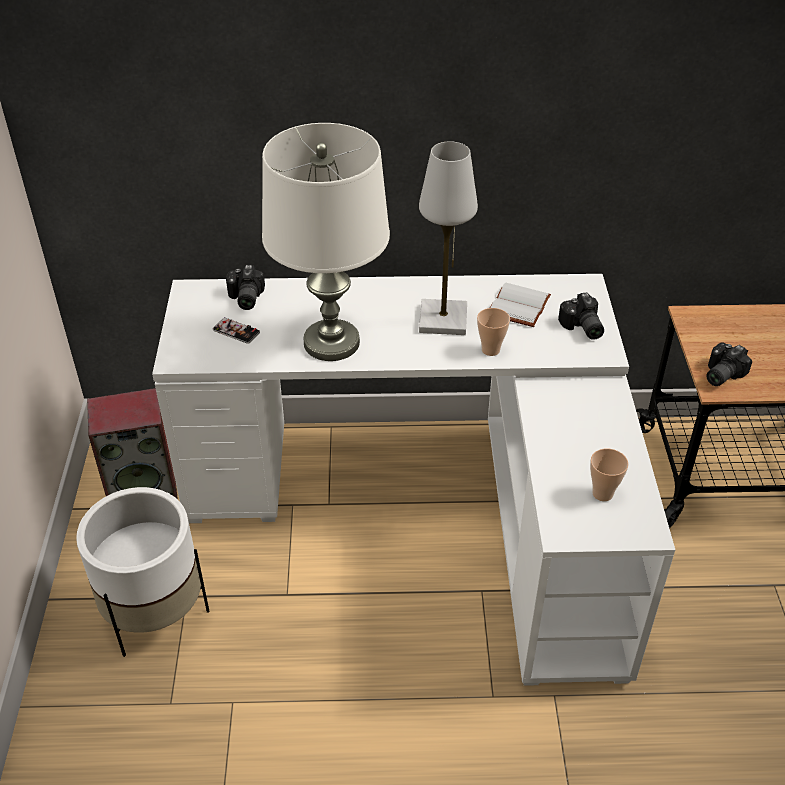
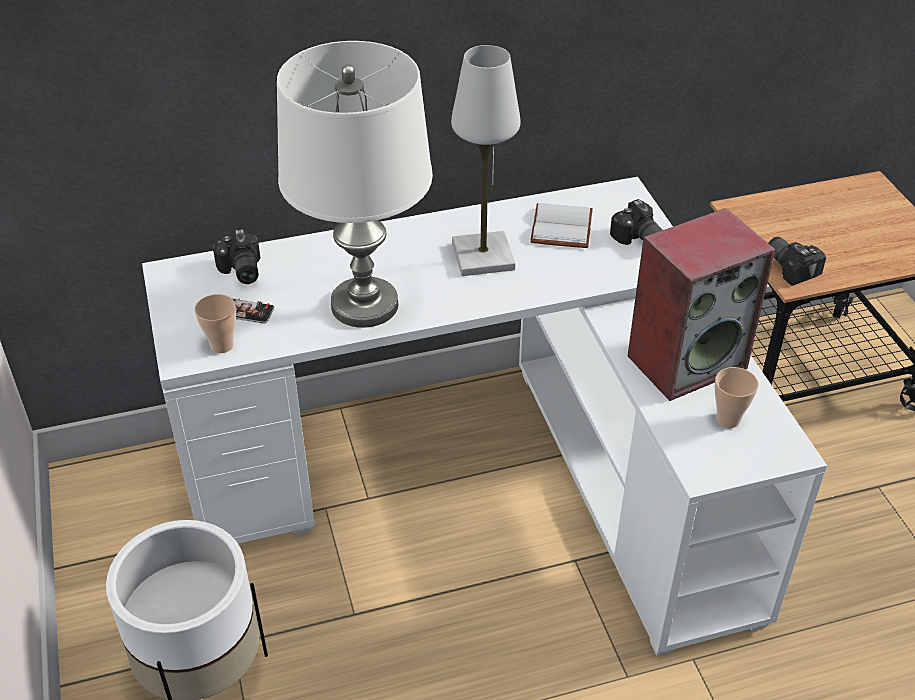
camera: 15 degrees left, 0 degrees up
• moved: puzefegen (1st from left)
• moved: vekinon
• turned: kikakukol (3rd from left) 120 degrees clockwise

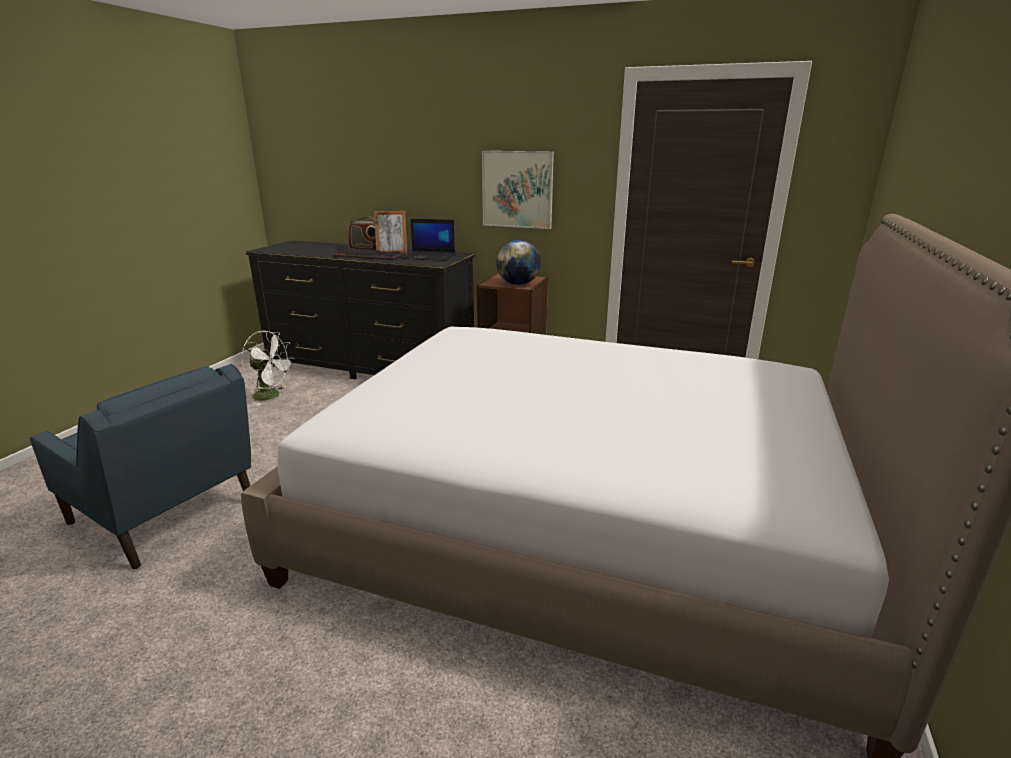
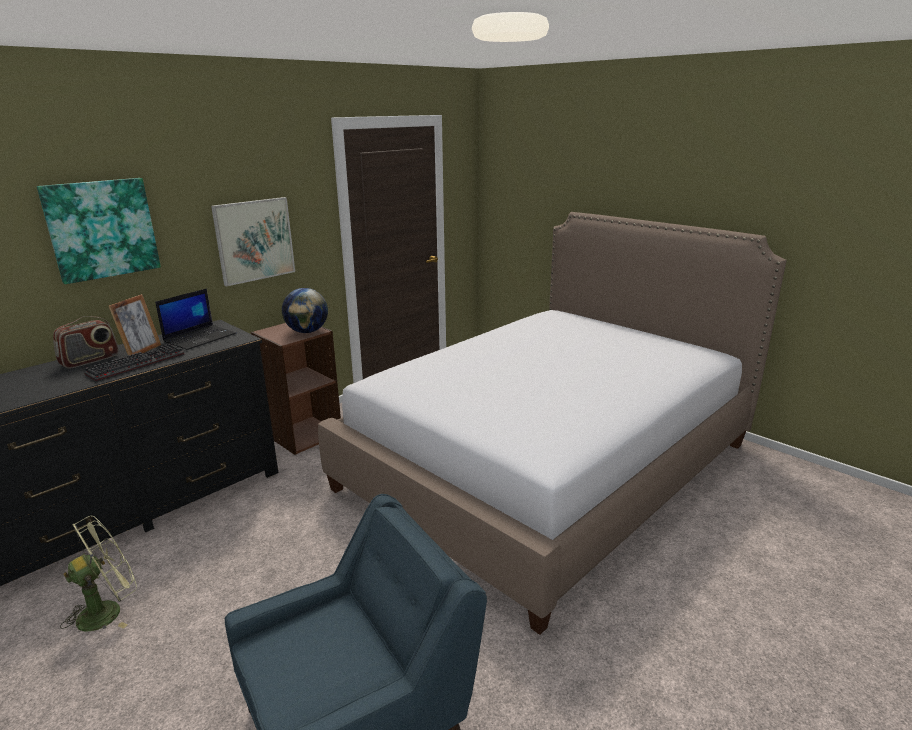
camera: 65 degrees left, 0 degrees up
• added: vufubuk (1st from left)
• recoloured: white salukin to green salukin

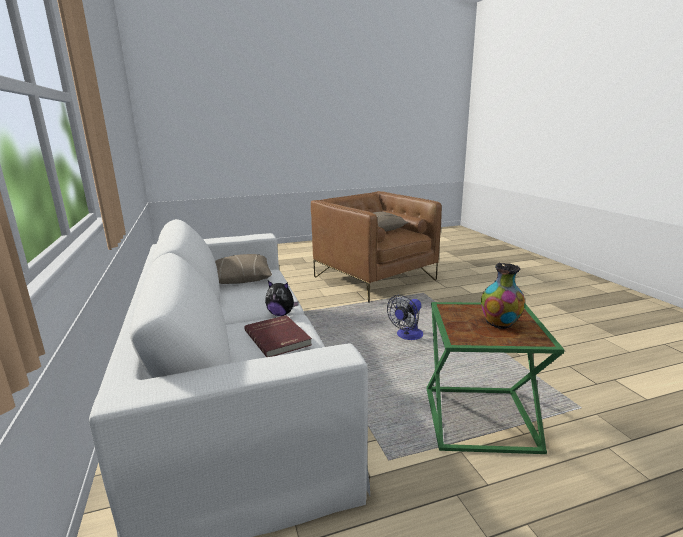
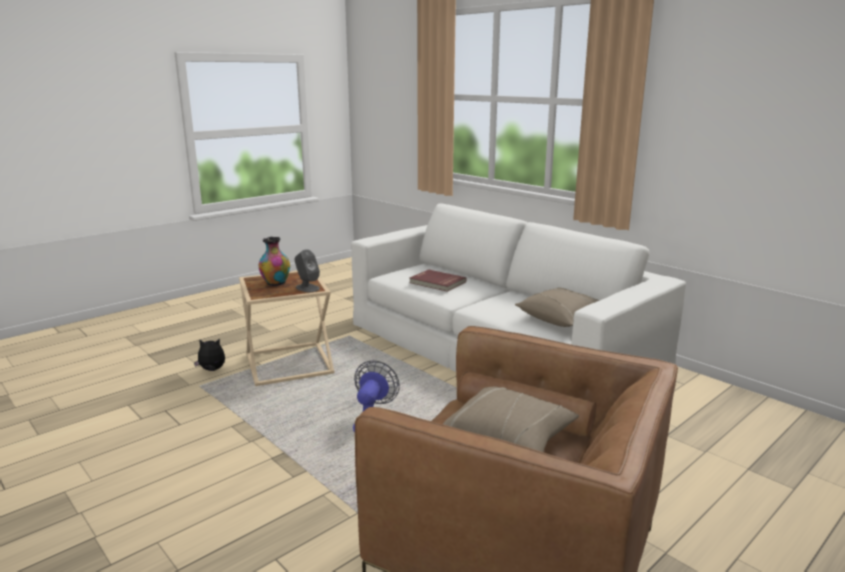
camera: 155 degrees right, 0 degrees up
• moved: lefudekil
• recoloured: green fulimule to beige fulimule
• added: grey vekinon

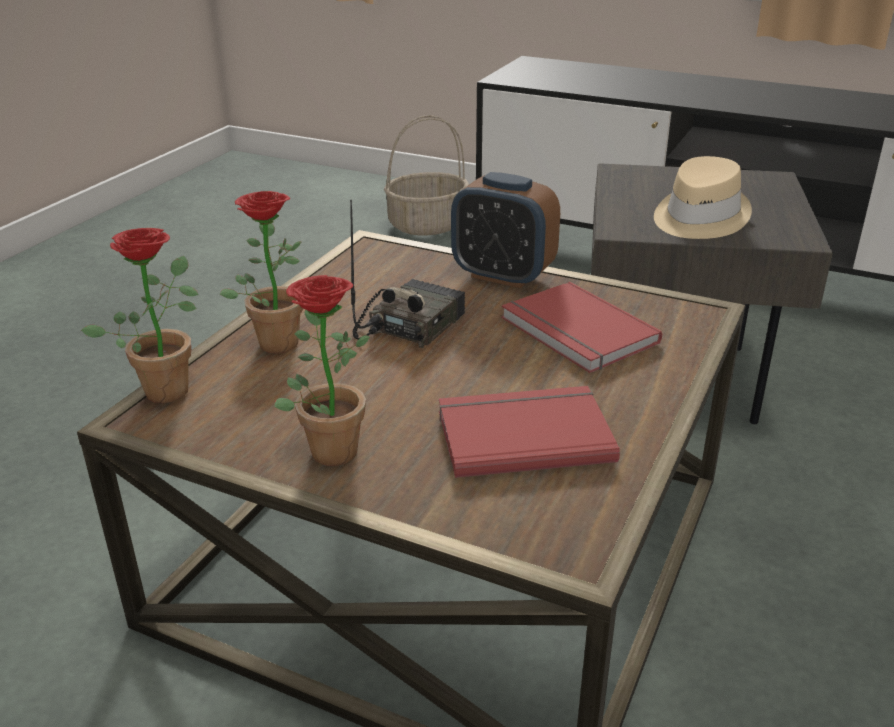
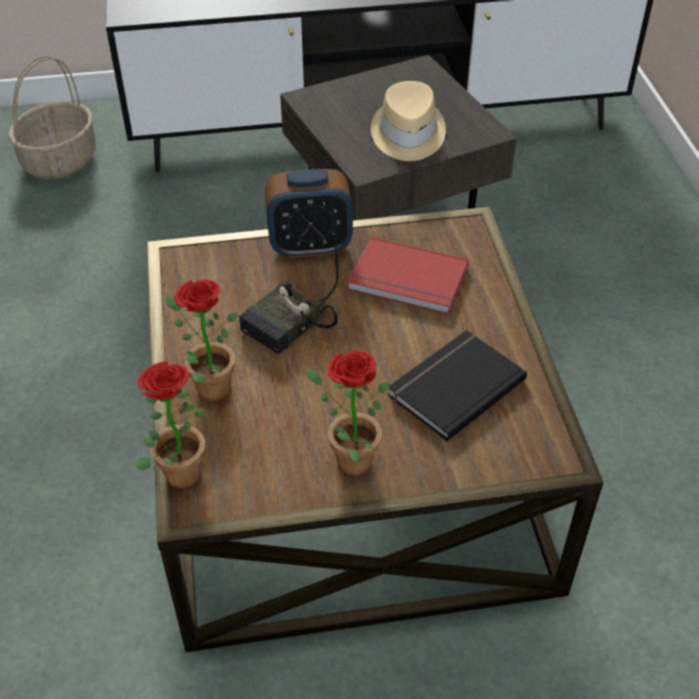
camera: 35 degrees left, 15 degrees up
• turned: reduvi 135 degrees counterclockwise
• recoloured: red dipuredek (1st from left) to black dipuredek

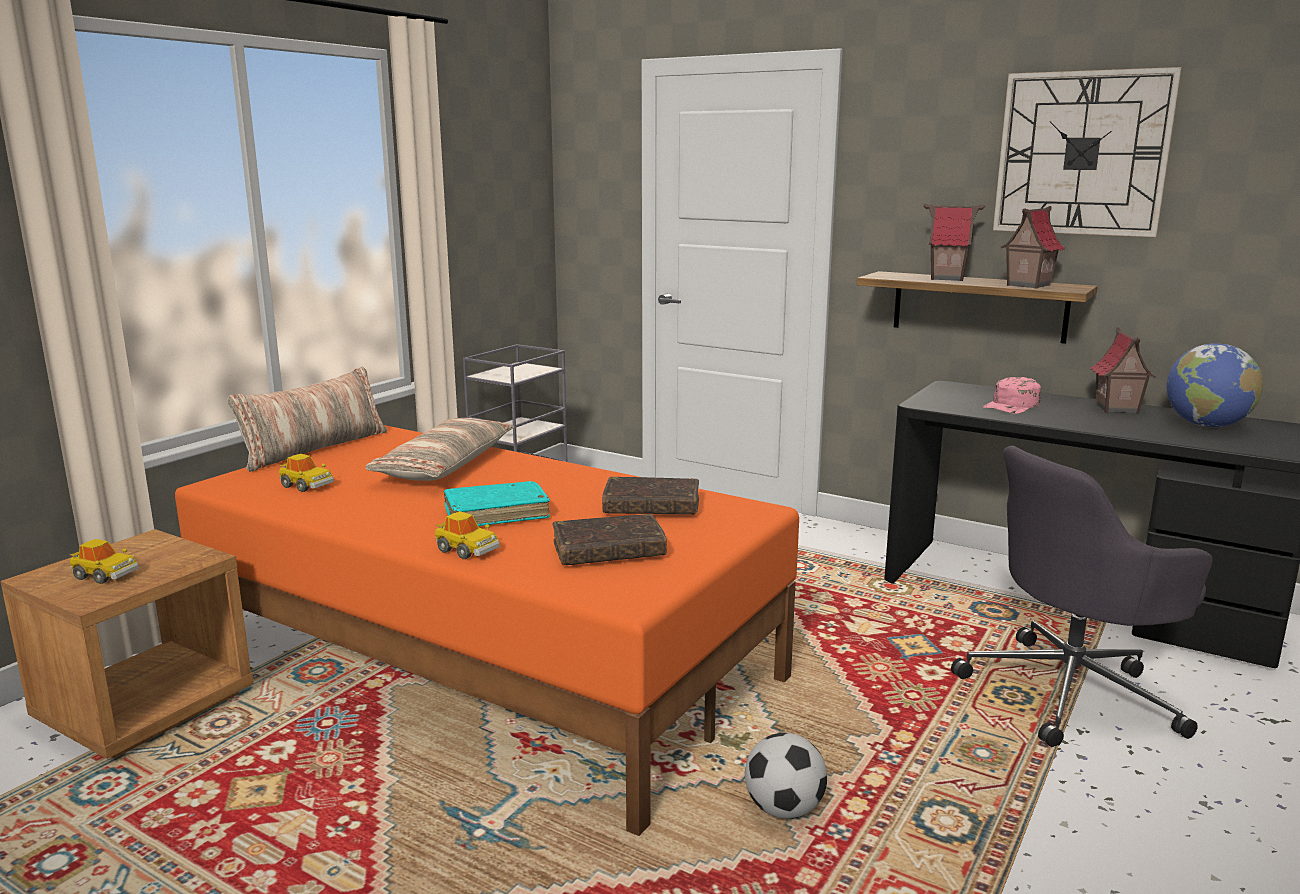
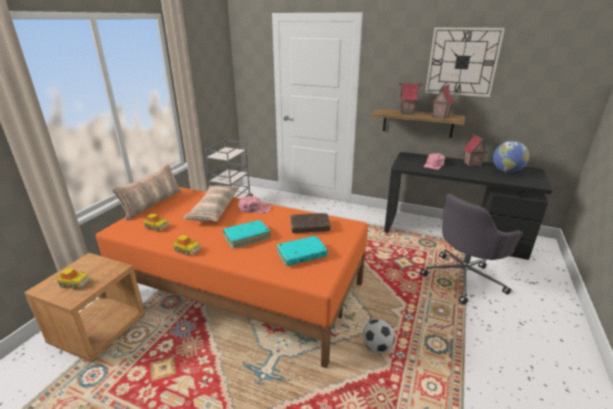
camera: 10 degrees left, 10 degrees up
• moved: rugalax (3rd from left)
• added: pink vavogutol (1st from left)
• recoloured: brown dipuredek (1st from left) to turquoise dipuredek (2nd from left)

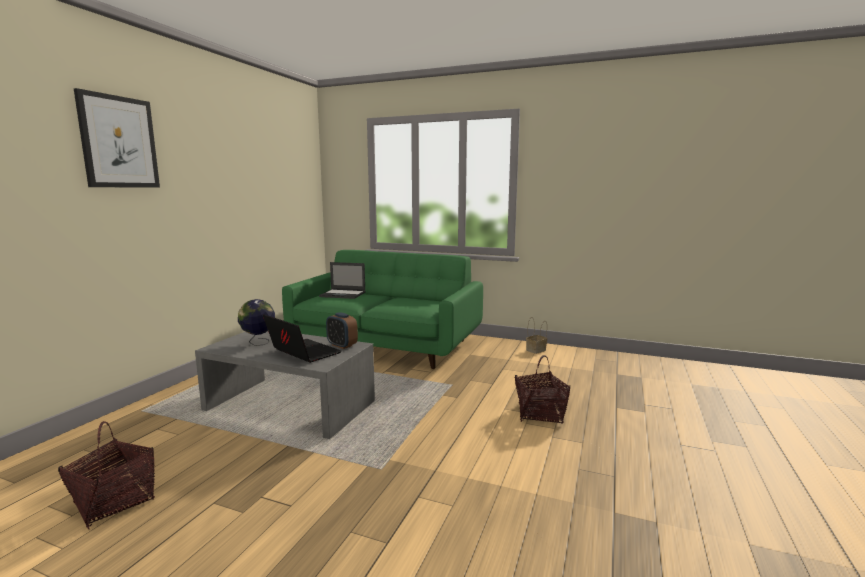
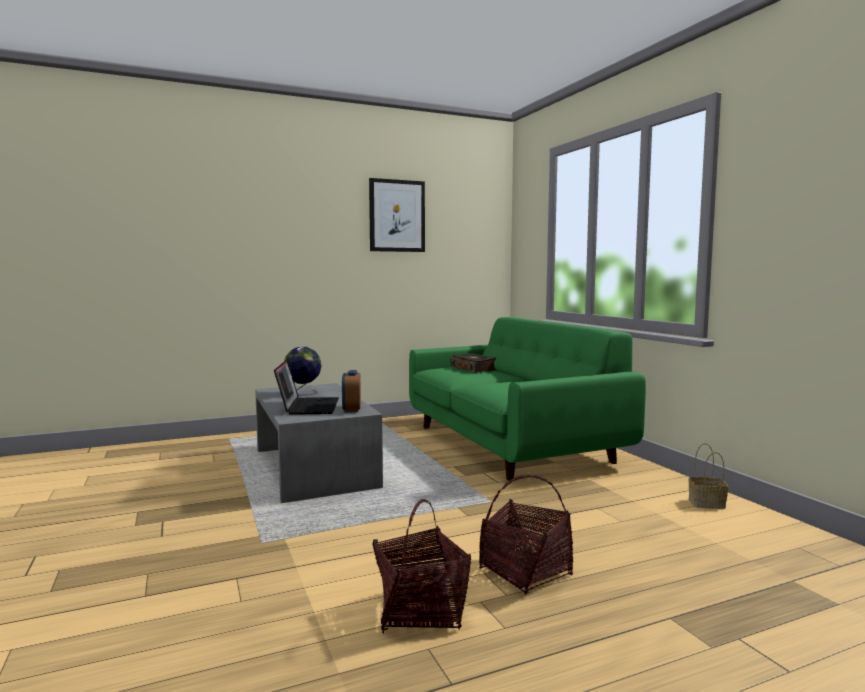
camera: 45 degrees right, 5 degrees down
• moved: vufubuk
• moved: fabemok (1st from left)
• replaced: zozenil (2nd from left) to dipuredek

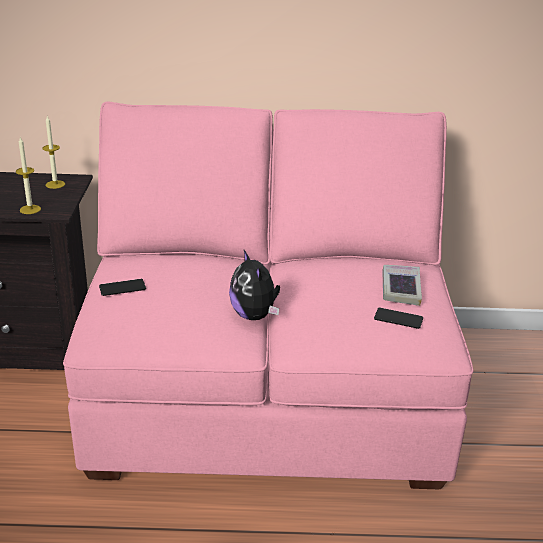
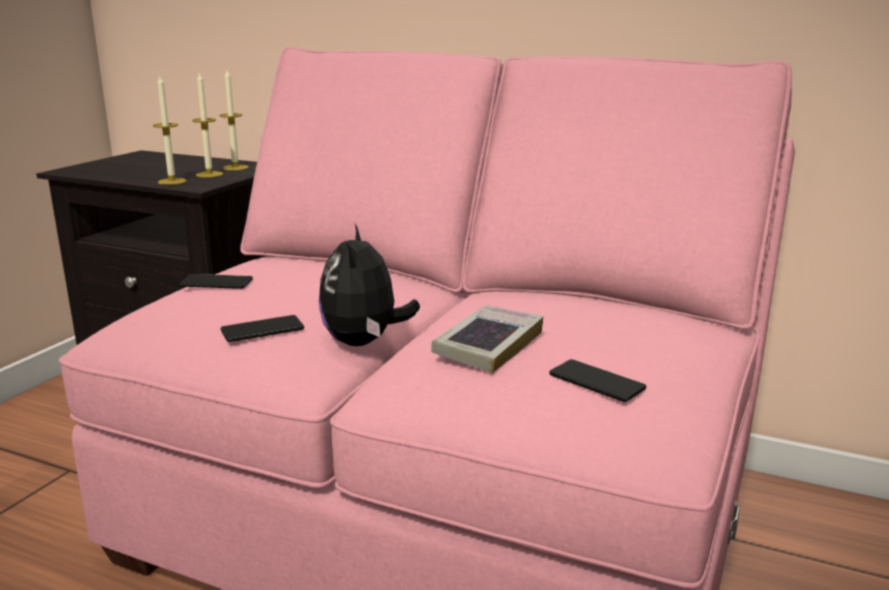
camera: 25 degrees right, 10 degrees down
• added: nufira (2nd from left)
• added: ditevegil (2nd from left)
• moved: dipuredek

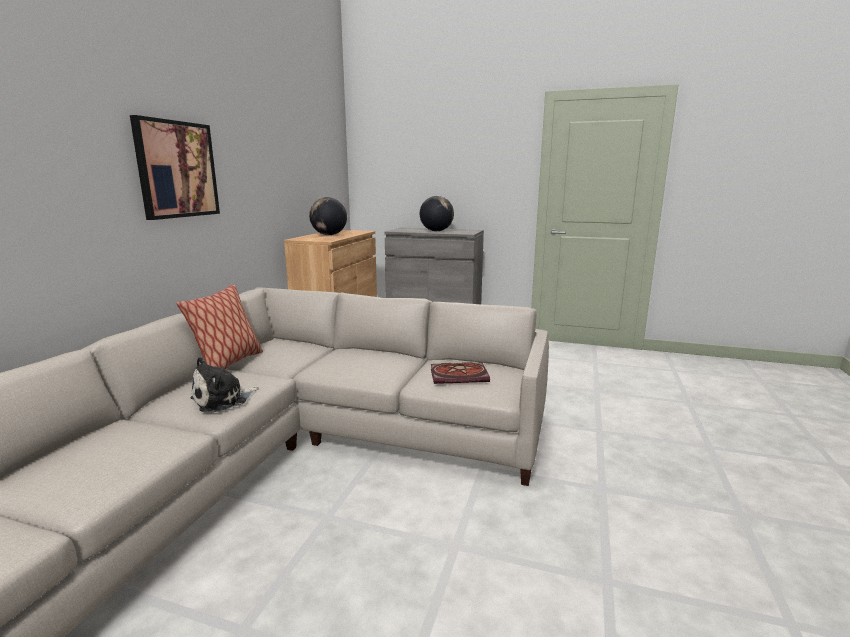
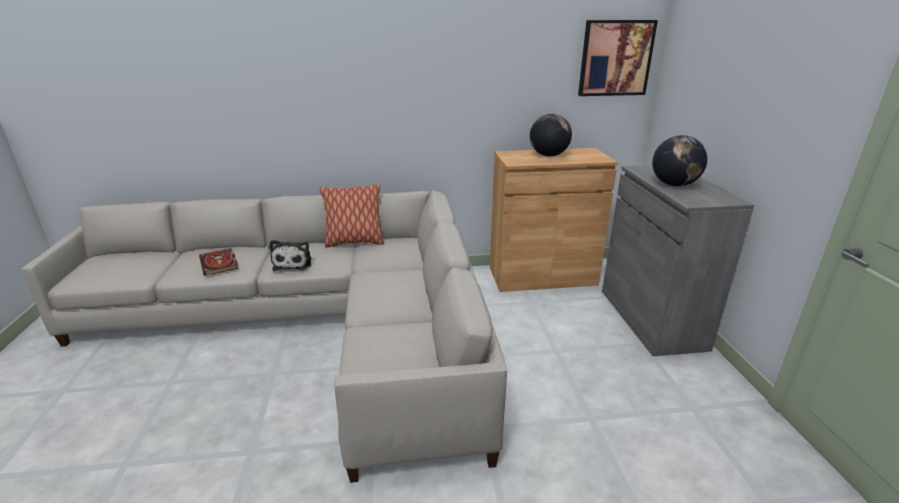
camera: 65 degrees right, 10 degrees up
• moved: dipuredek
• turned: lefudekil 120 degrees counterclockwise
• moved: vufubuk

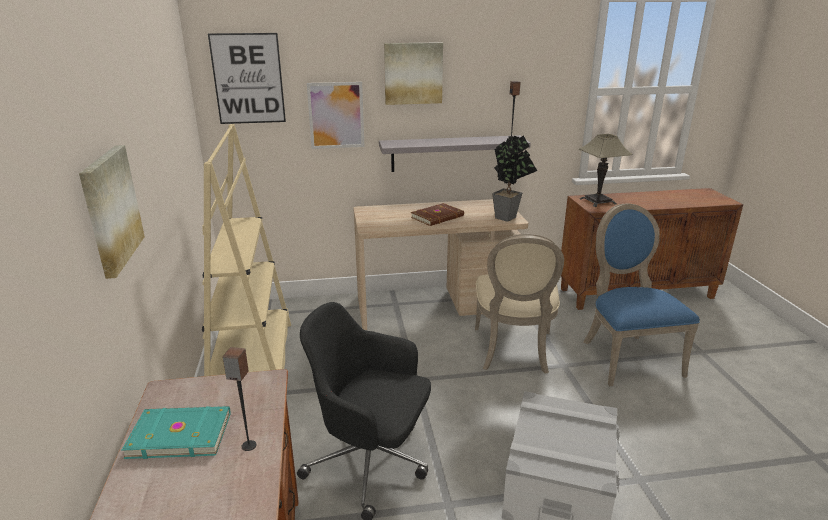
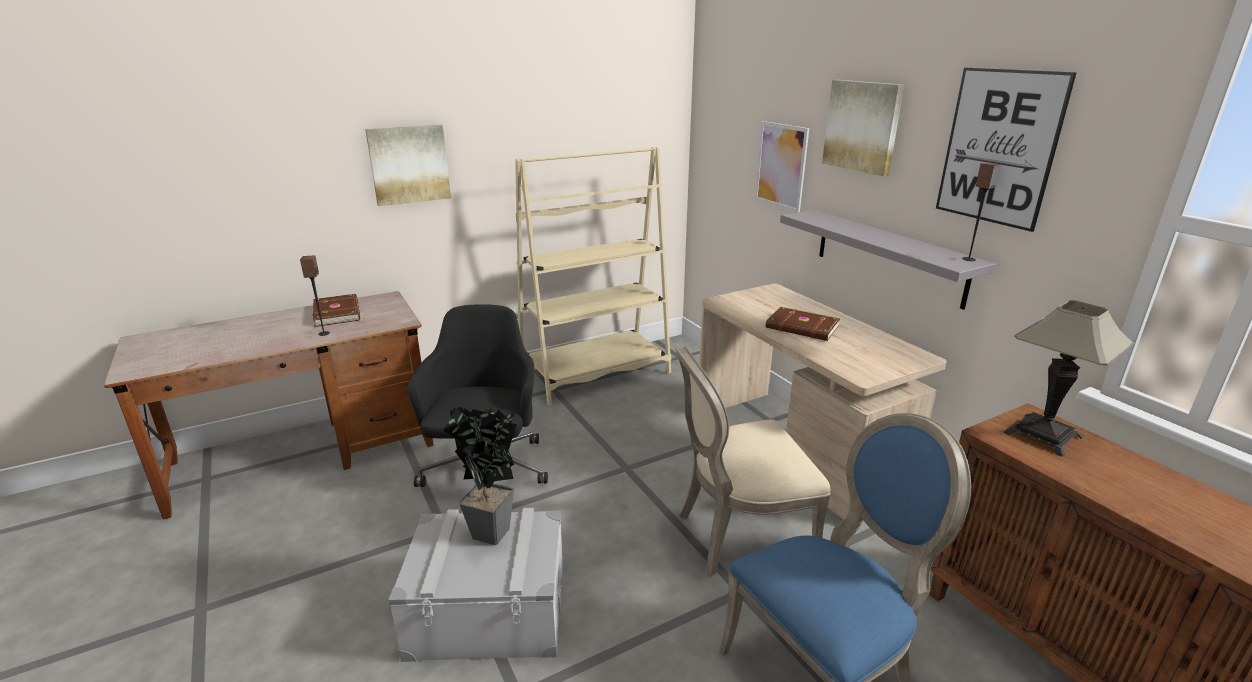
camera: 70 degrees right, 0 degrees up
• recoloured: turquoise dipuredek to brown dipuredek (1st from left)
• moved: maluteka
• moved: vufubuk (2nd from left in the first image) to vufubuk (4th from left)

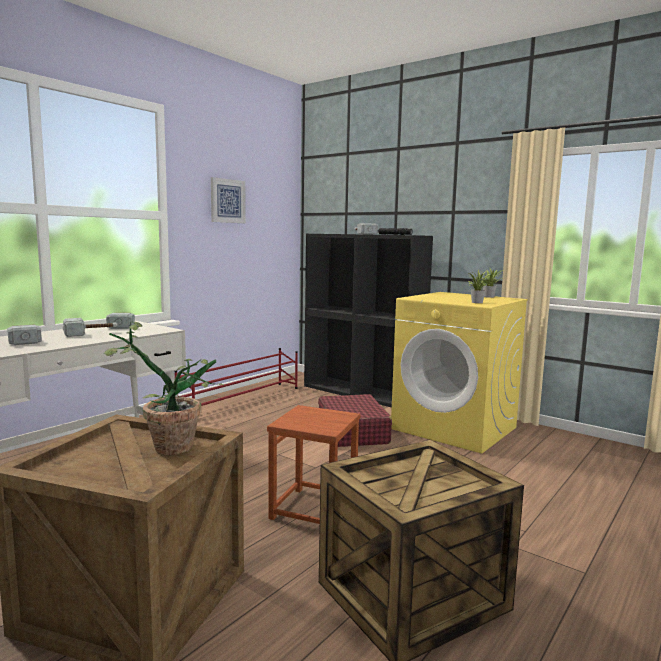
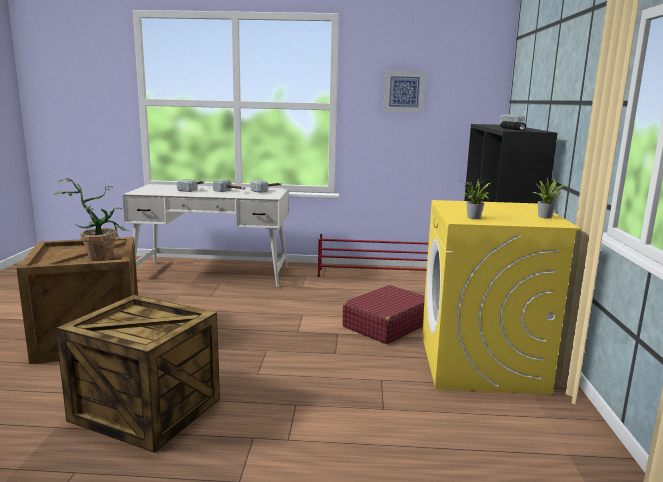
camera: 55 degrees right, 5 degrees up
• removed: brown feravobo

